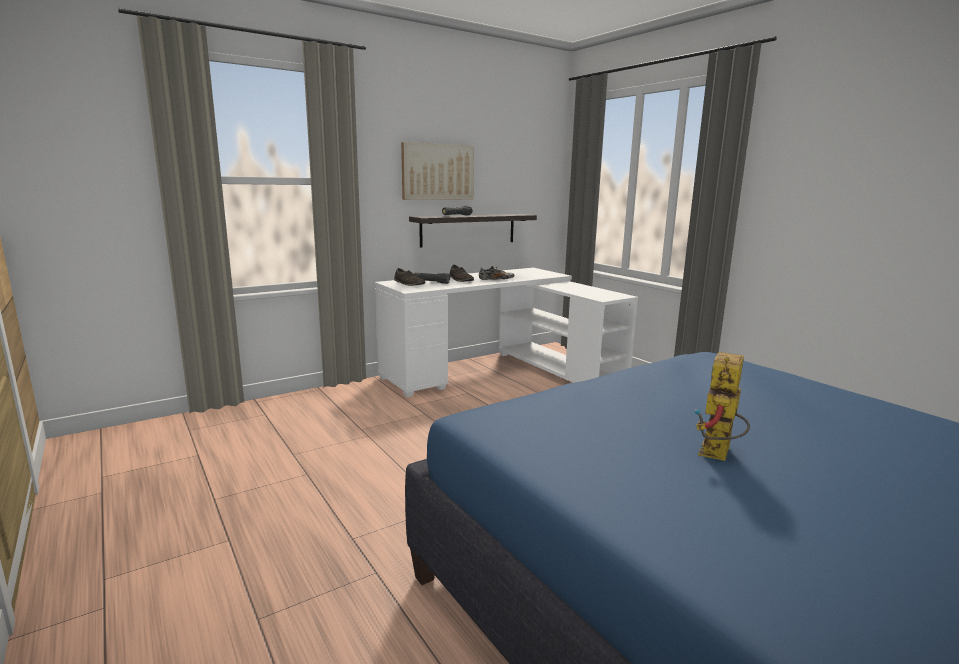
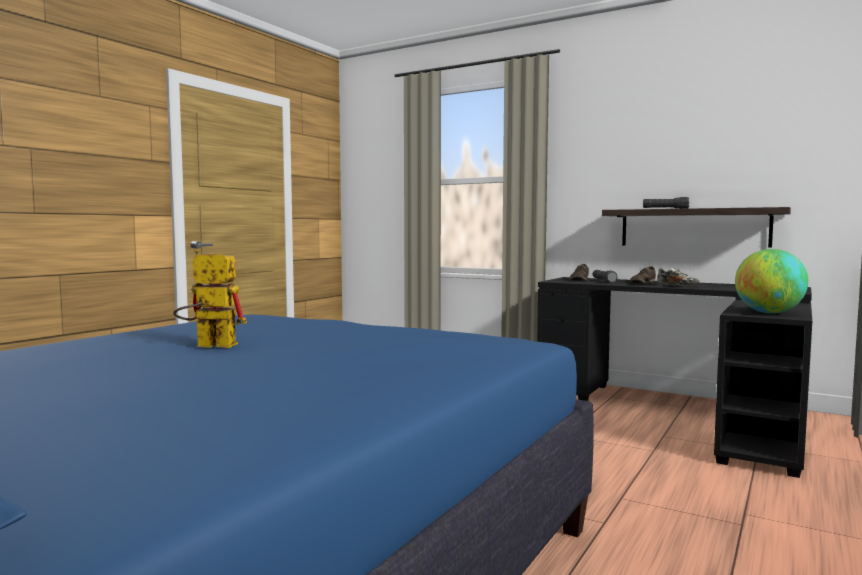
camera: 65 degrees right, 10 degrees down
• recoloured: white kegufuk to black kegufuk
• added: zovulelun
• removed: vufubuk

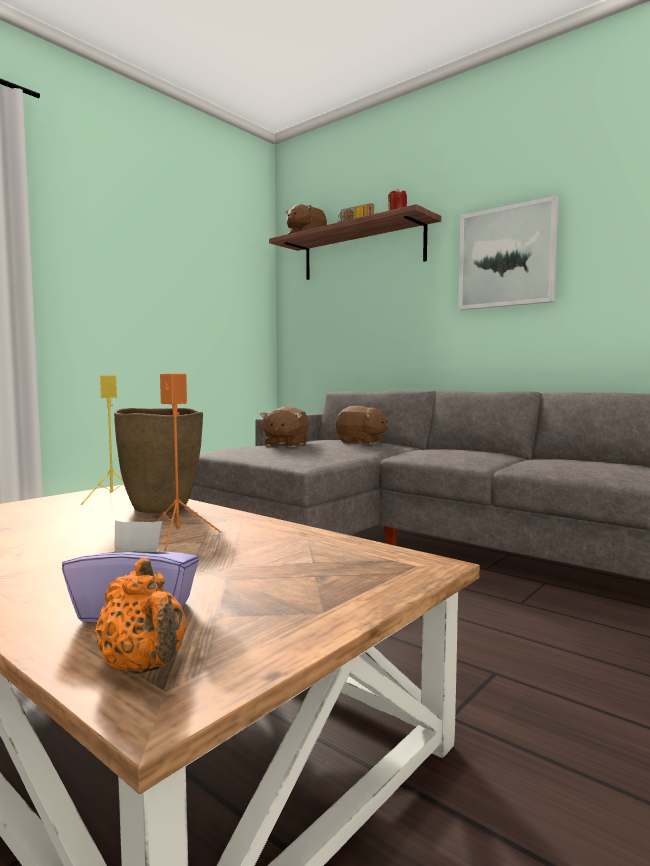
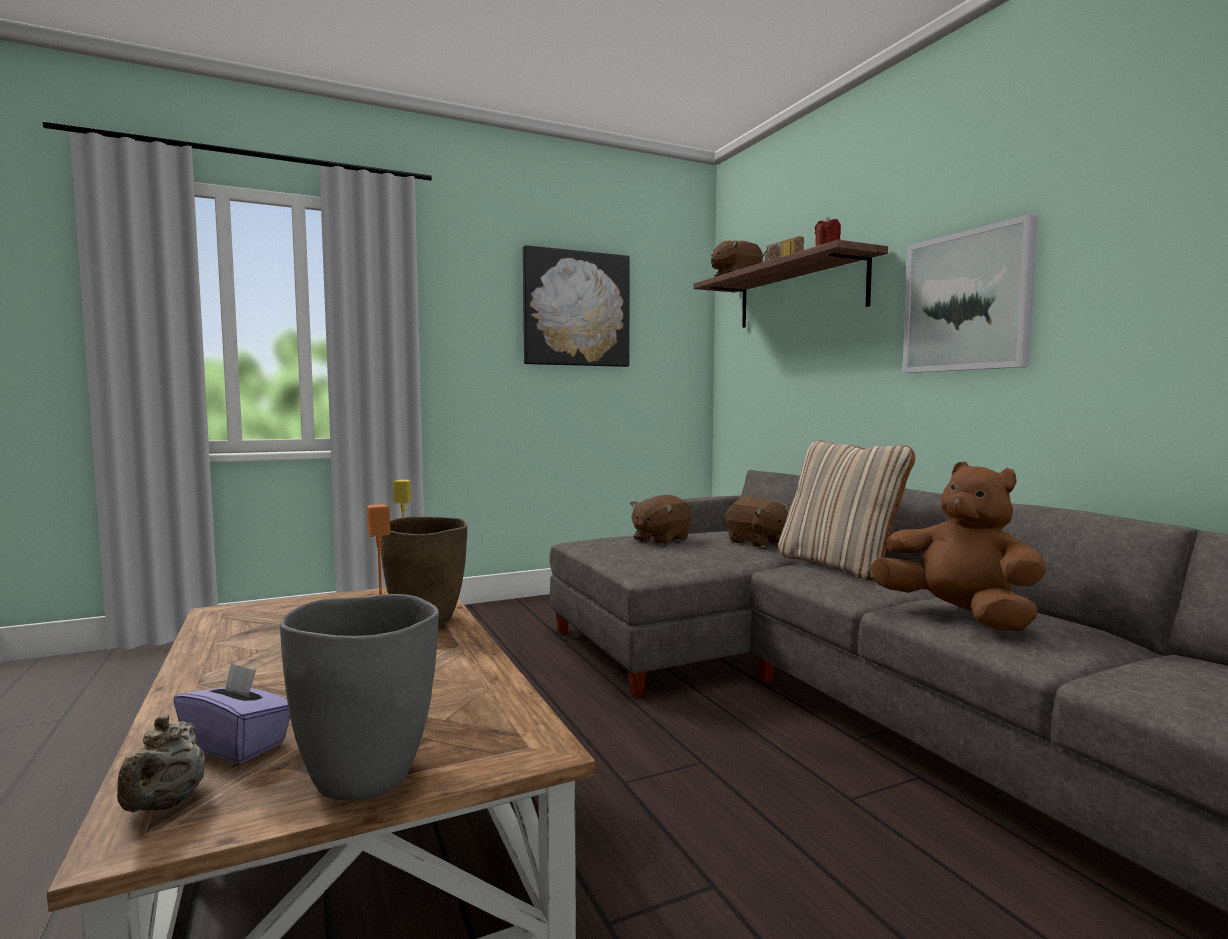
camera: 25 degrees right, 0 degrees up
• recoloured: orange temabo to beige temabo
• added: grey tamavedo
• added: vufubuk (1st from left)
• added: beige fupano
• added: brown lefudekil (4th from left)

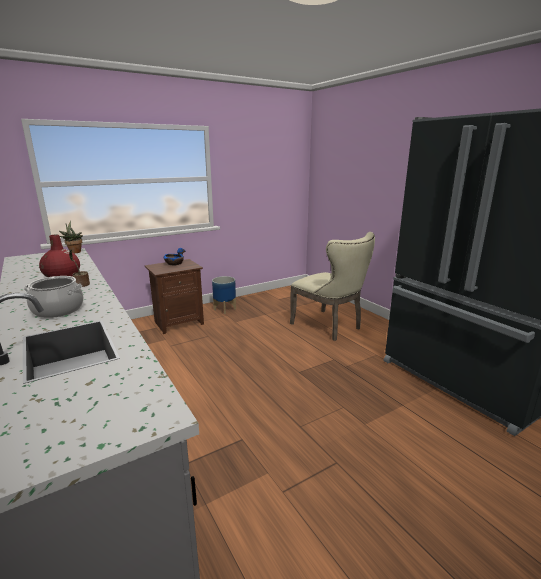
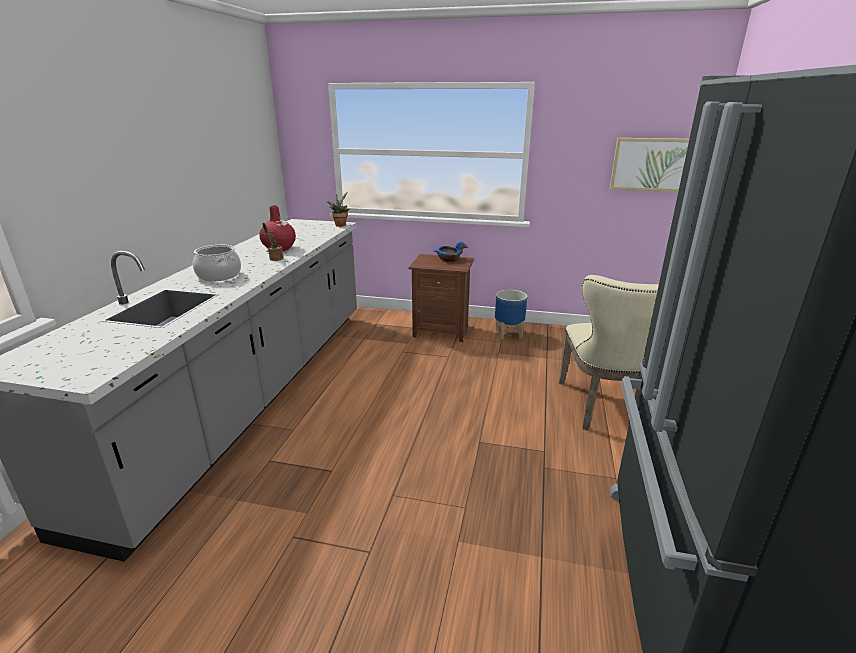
camera: 45 degrees right, 5 degrees up
• added: vufubuk

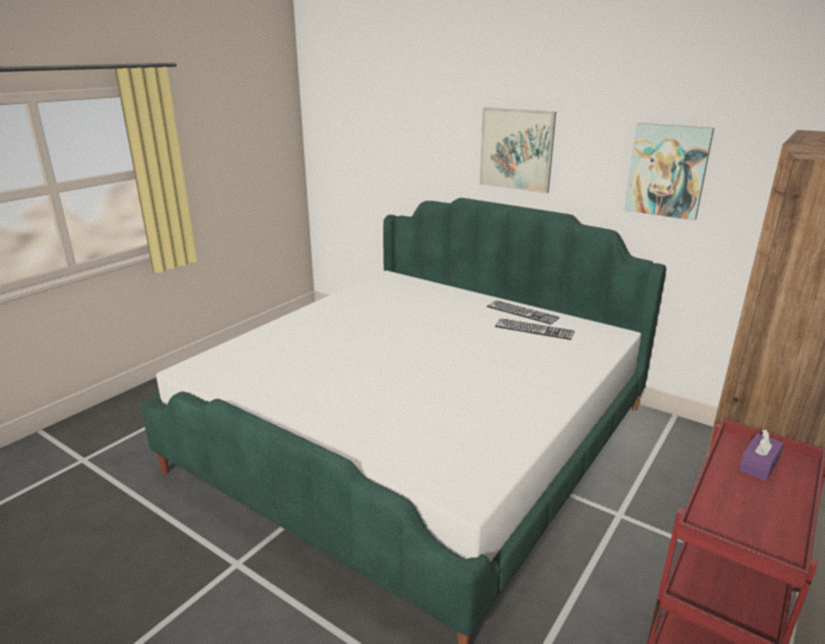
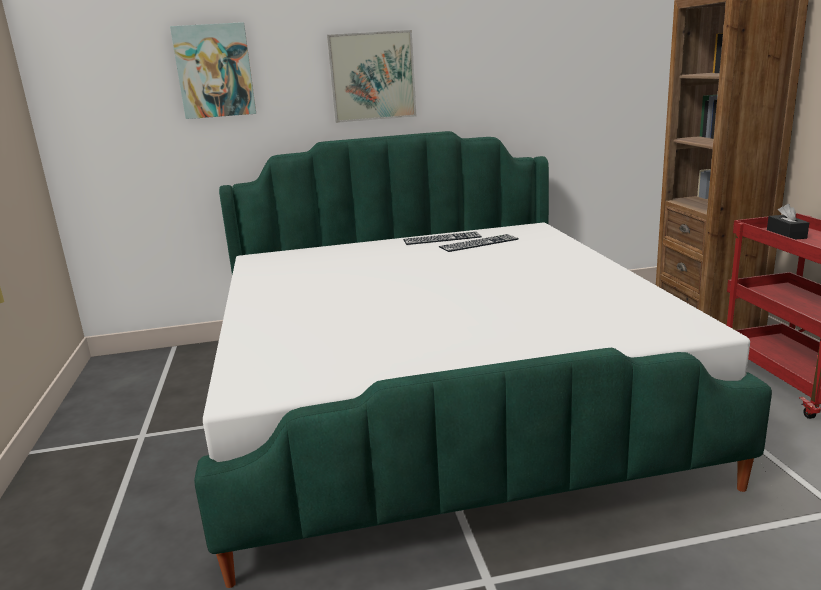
camera: 45 degrees left, 5 degrees down
• moved: vufubuk (2nd from left in the first image) to vufubuk (1st from left)
• recoloured: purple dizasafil to black dizasafil

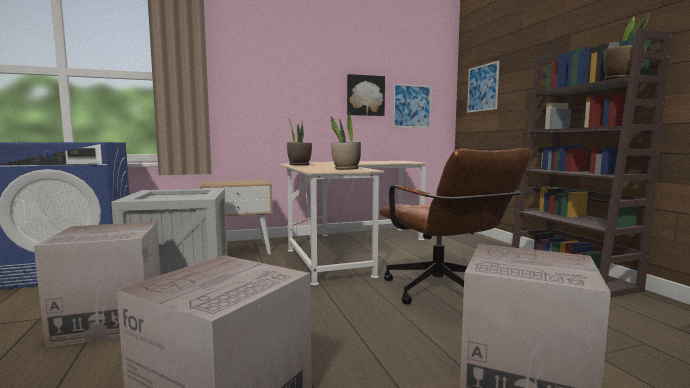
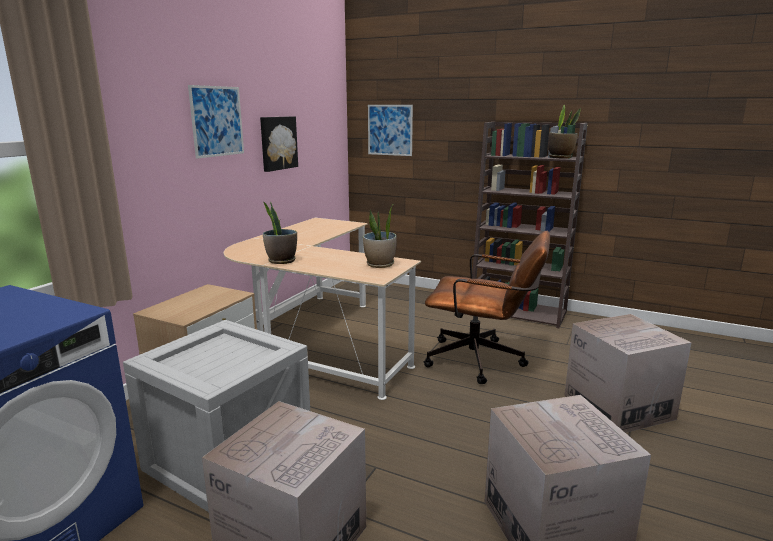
camera: 45 degrees left, 10 degrees up
• moved: vufubuk (2nd from left in the first image) to vufubuk (1st from left)

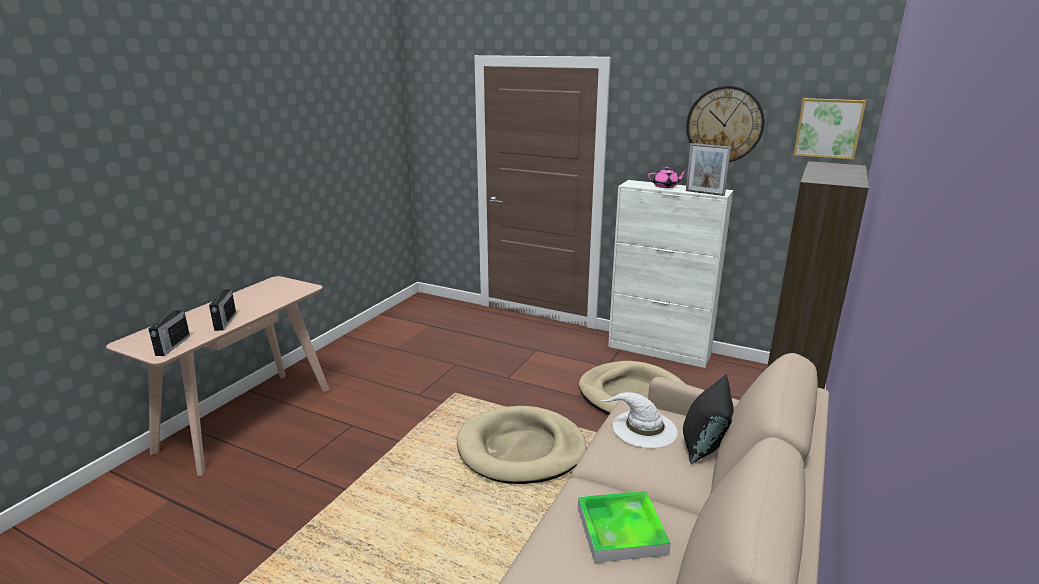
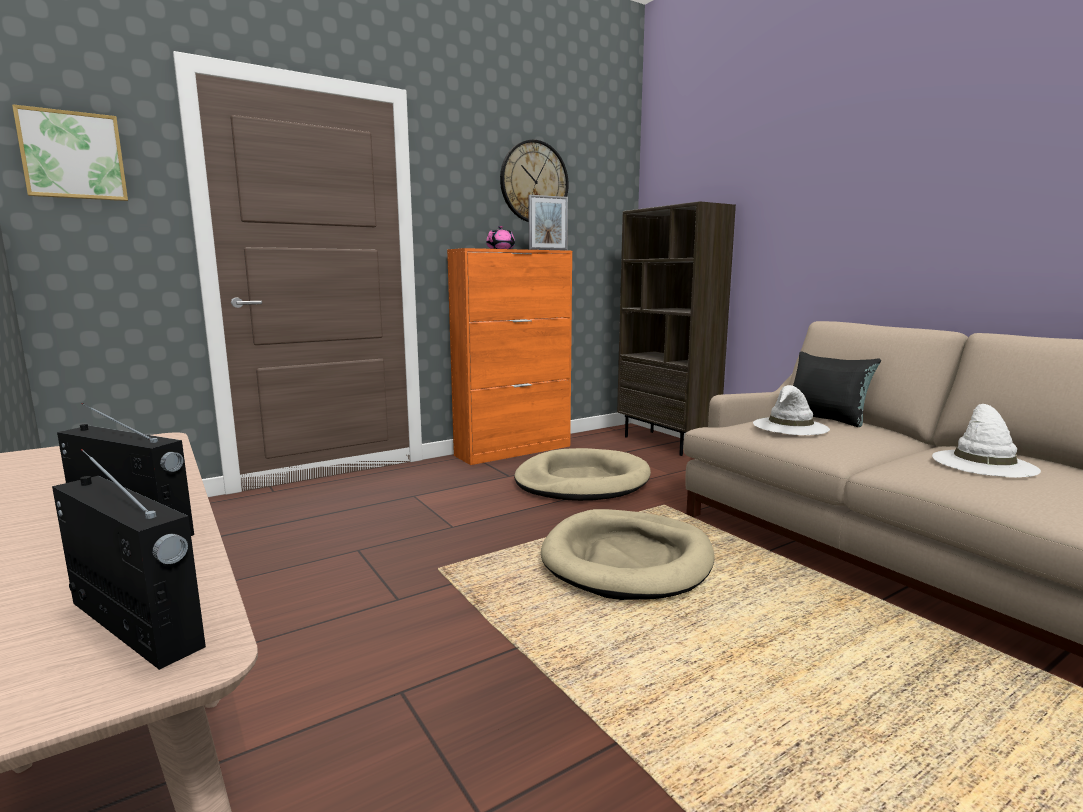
camera: 60 degrees left, 10 degrees down
• moved: vufubuk
• recoloured: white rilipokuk to orange rilipokuk
• replaced: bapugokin to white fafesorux (2nd from left)

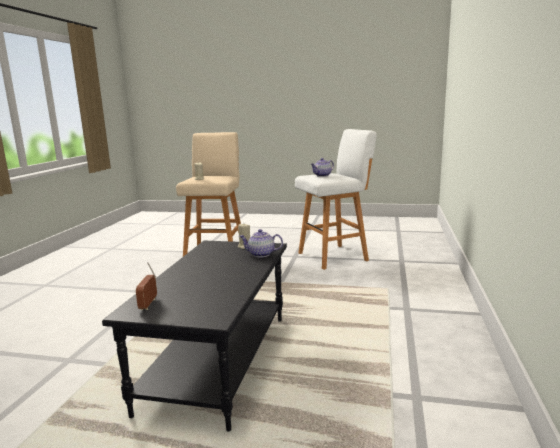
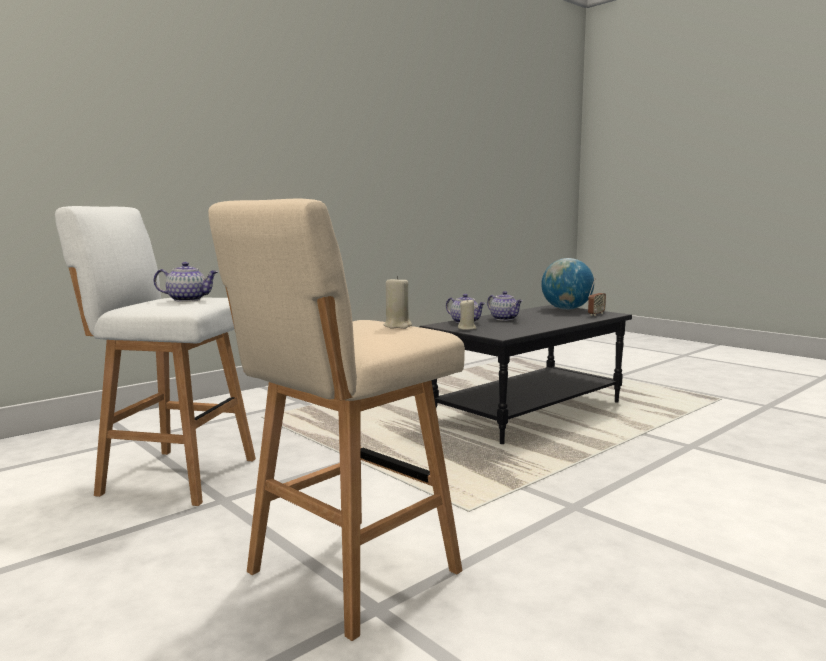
camera: 145 degrees left, 5 degrees down
• added: temabo (3rd from left)
• added: zovulelun

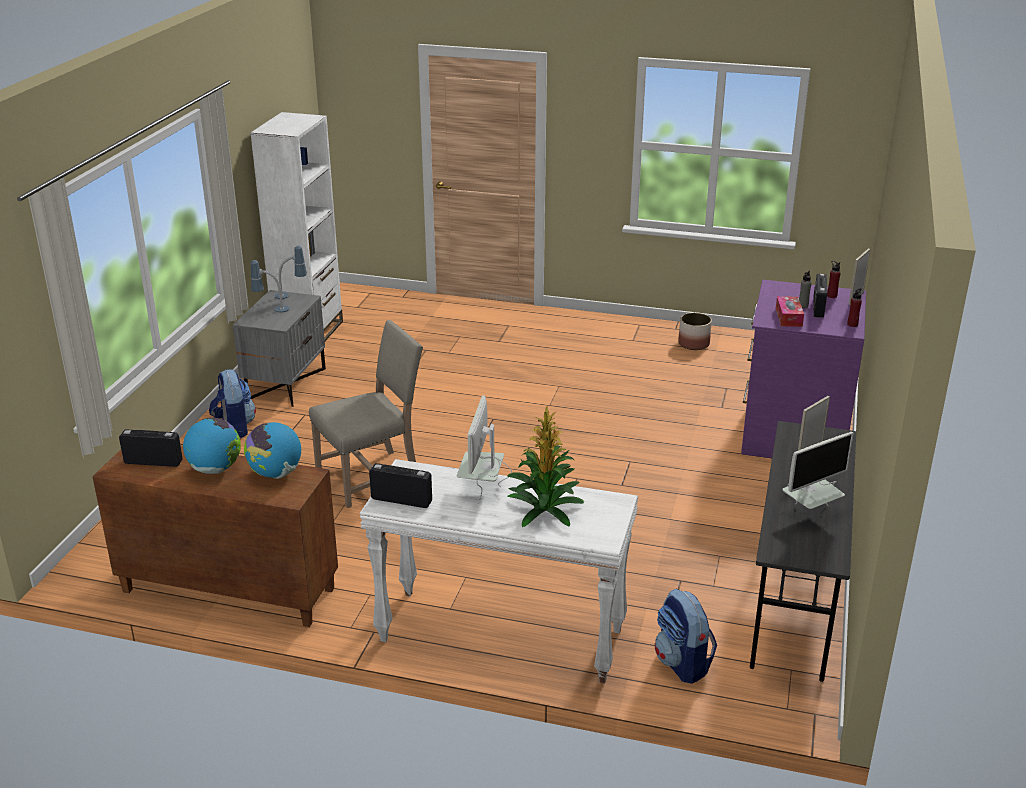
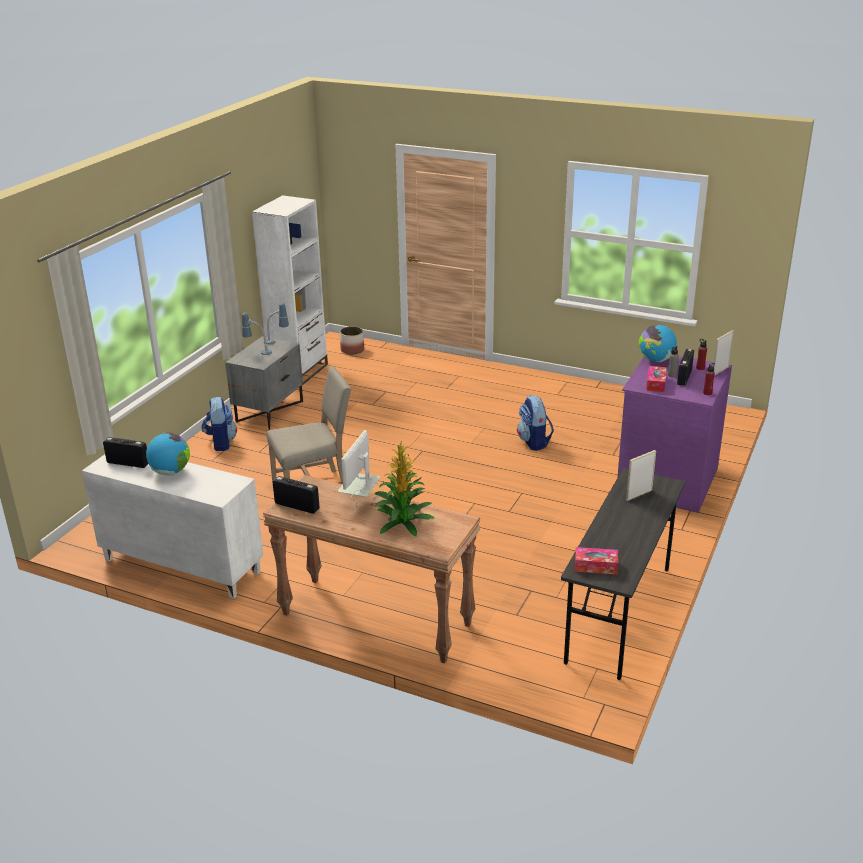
camera: 10 degrees right, 0 degrees up
• recoloured: brown rilipokuk to white rilipokuk
• recoloured: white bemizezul to brown bemizezul
• moved: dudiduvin
• moved: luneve (2nd from left)
• added: dizasafil (1st from left)
• moved: zovulelun (2nd from left)
• removed: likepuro (2nd from left)

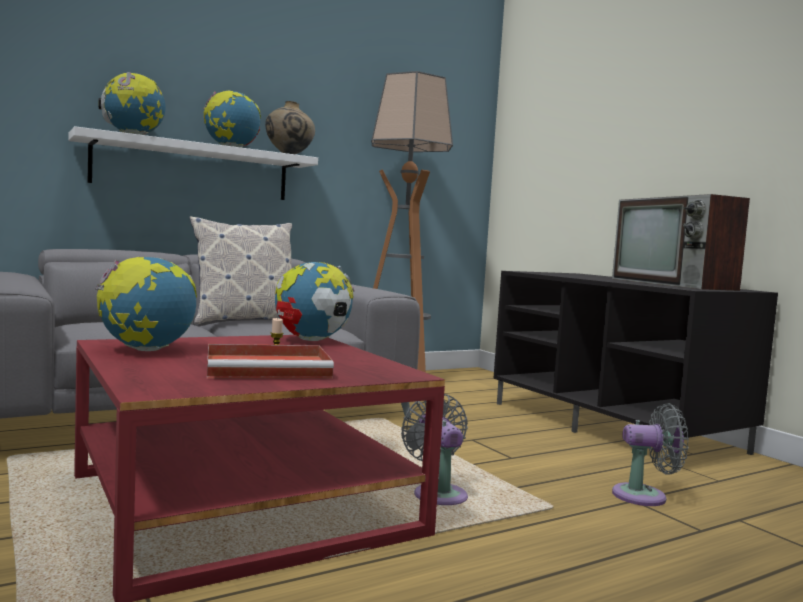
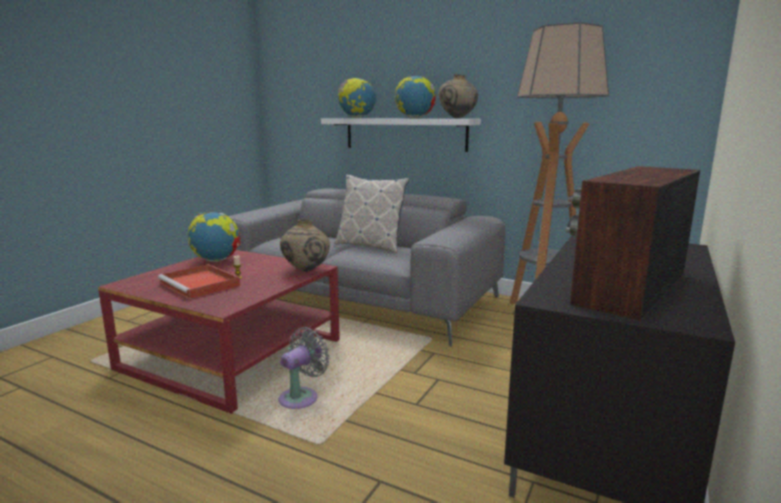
camera: 60 degrees right, 10 degrees up
• replaced: zovulelun (4th from left) to beige tamavedo (1st from left)
• removed: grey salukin (2nd from left)

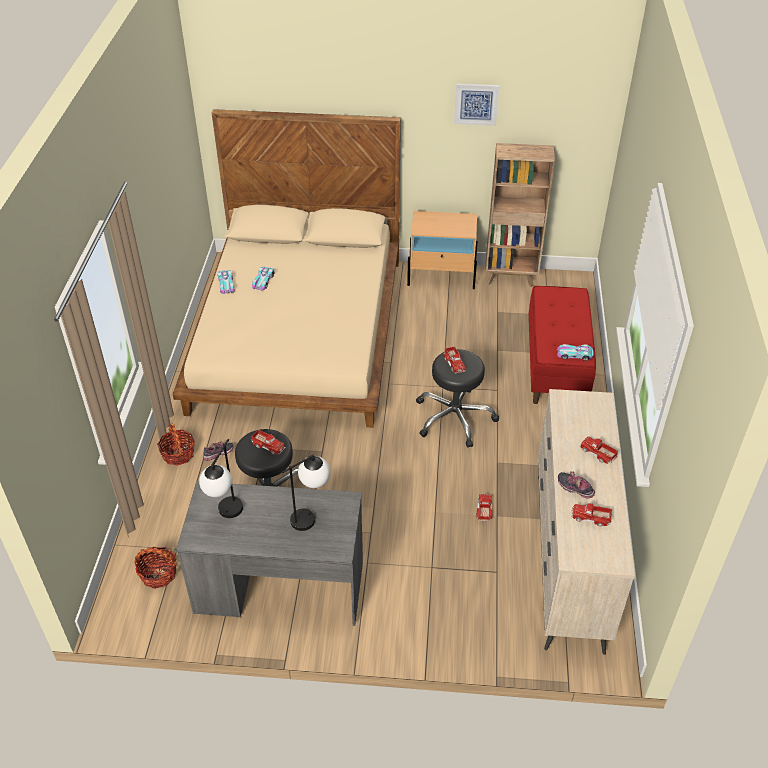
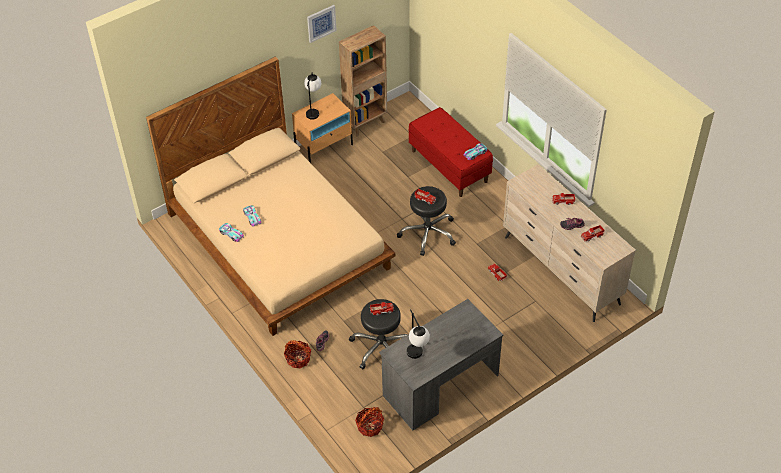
camera: 40 degrees left, 5 degrees up
• moved: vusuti (2nd from left in the first image) to vusuti (1st from left)

